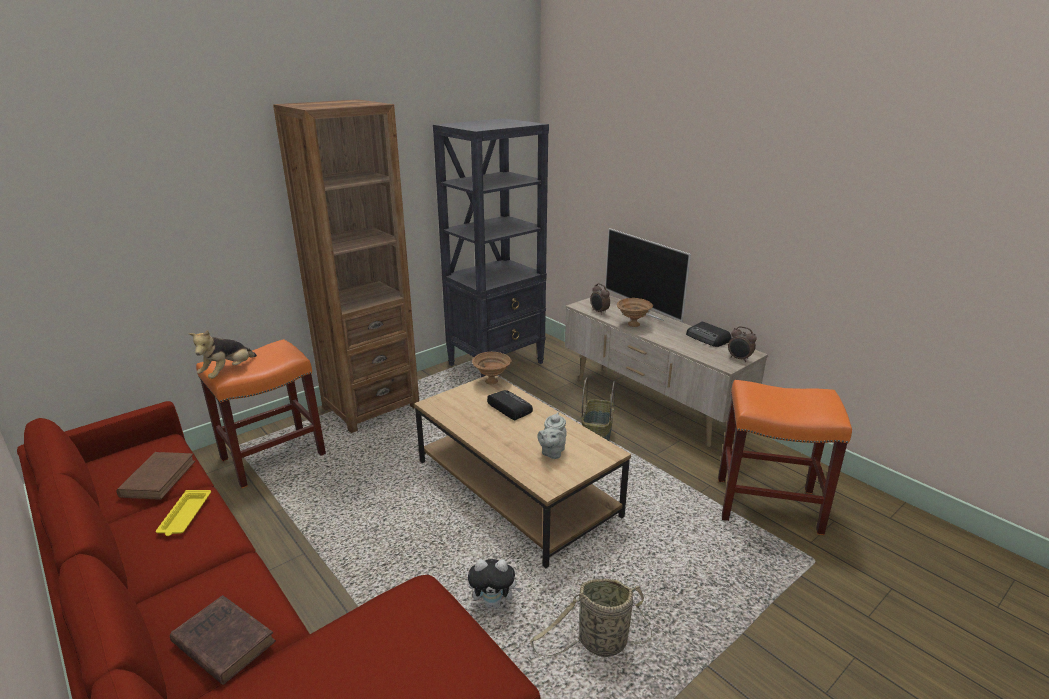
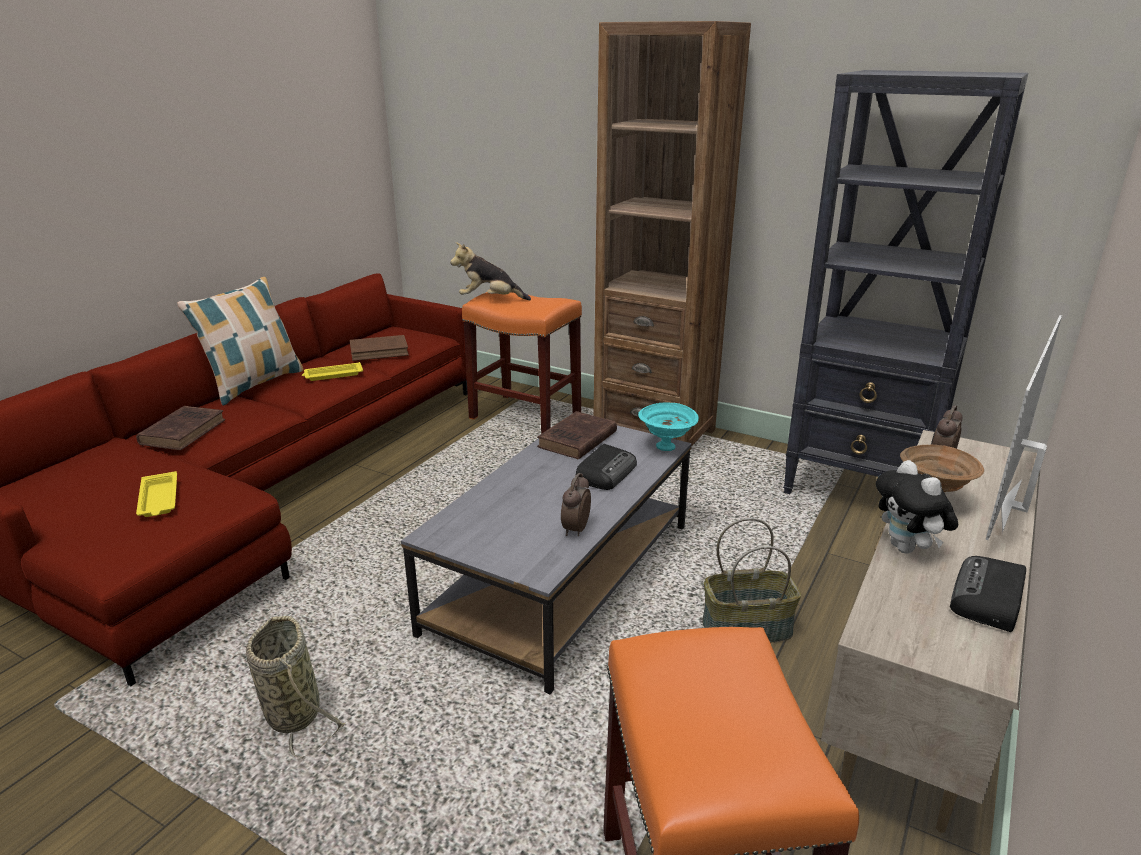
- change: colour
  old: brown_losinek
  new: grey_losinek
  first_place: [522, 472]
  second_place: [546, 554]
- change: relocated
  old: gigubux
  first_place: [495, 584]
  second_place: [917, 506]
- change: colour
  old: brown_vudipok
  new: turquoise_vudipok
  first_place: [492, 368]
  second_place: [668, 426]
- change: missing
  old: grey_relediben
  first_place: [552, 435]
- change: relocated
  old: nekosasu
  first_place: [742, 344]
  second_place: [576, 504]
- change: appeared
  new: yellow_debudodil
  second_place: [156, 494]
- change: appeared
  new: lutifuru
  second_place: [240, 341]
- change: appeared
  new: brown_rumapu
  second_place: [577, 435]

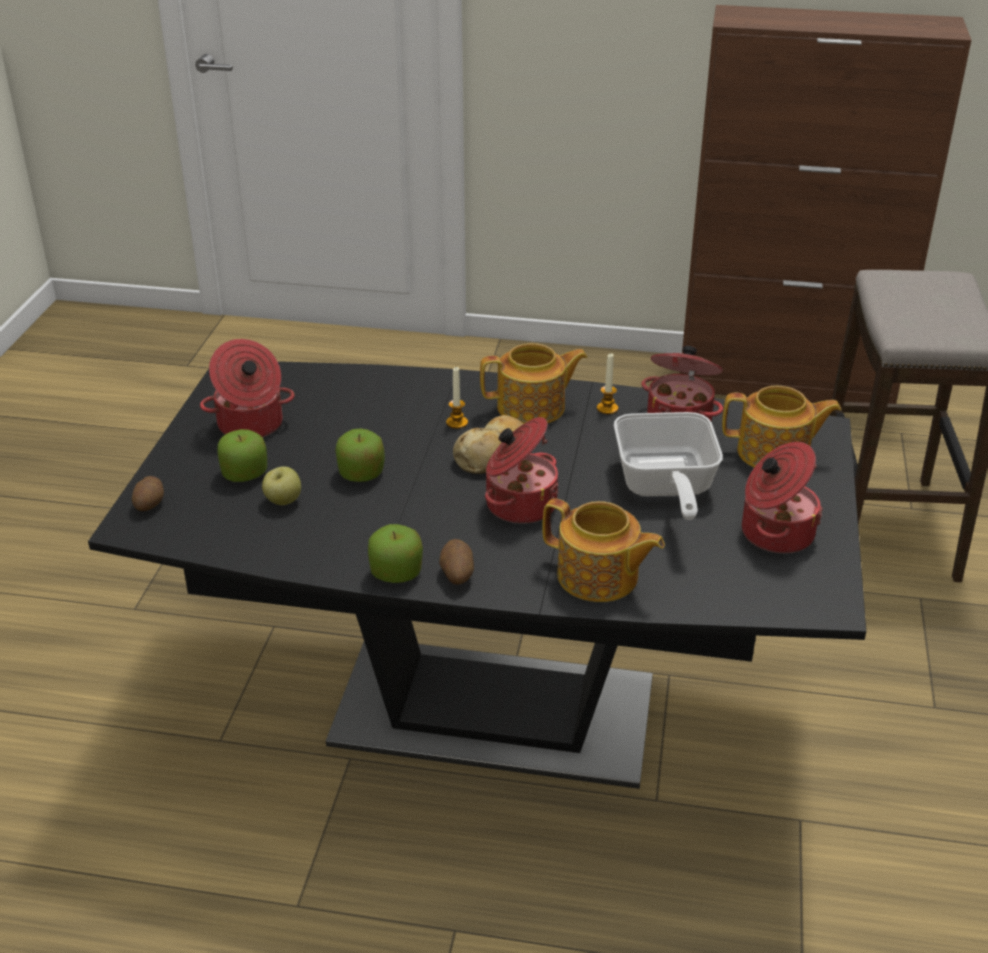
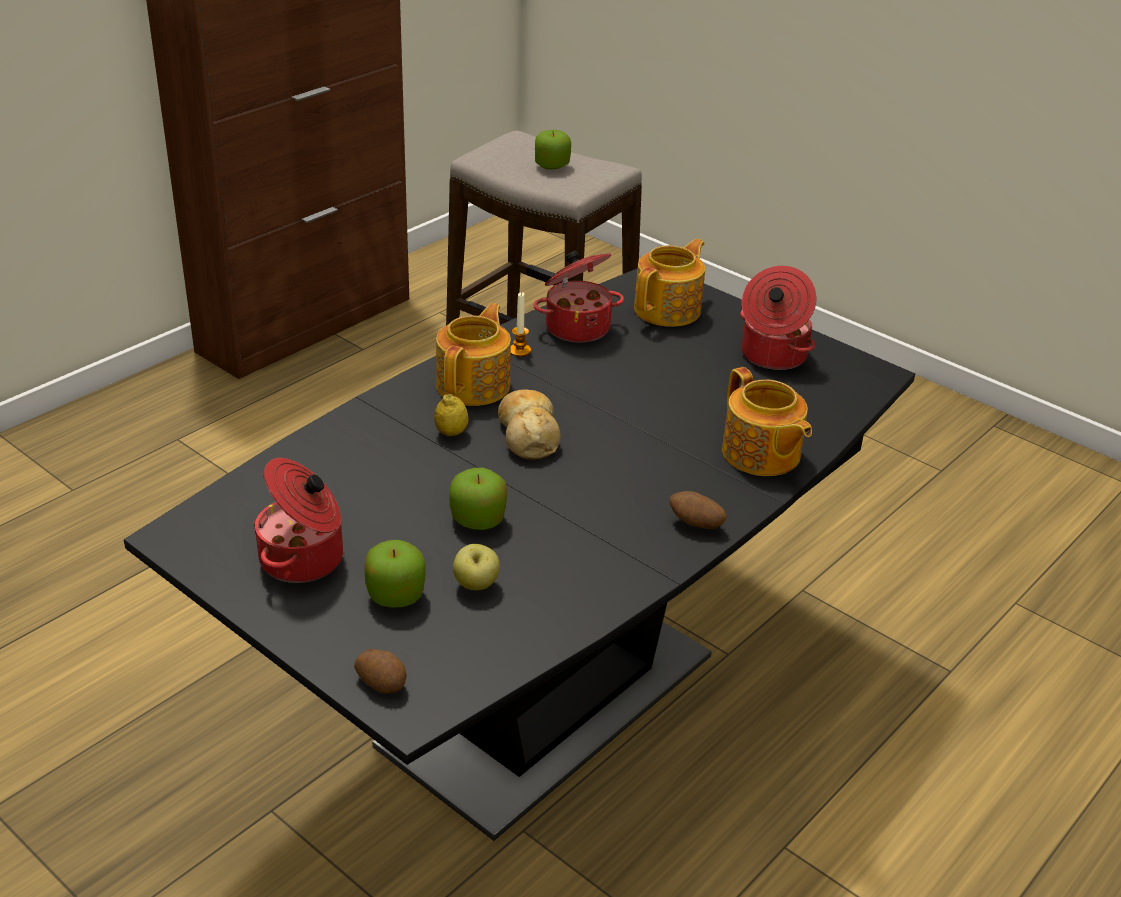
- change: relocated
  old: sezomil
  first_place: [395, 553]
  second_place: [553, 149]
- change: exchanged
  old: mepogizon
  new: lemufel
  first_place: [457, 398]
  second_place: [451, 415]
- change: missing
  old: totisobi
  first_place: [522, 470]
- change: spun
  old: relediben
  first_place: [604, 550]
  second_place: [767, 421]
  degrees: 90
- change: missing
  old: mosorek
  first_place: [668, 466]

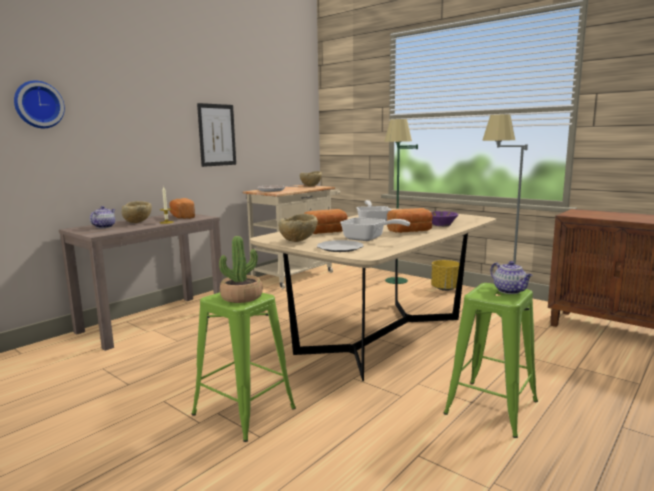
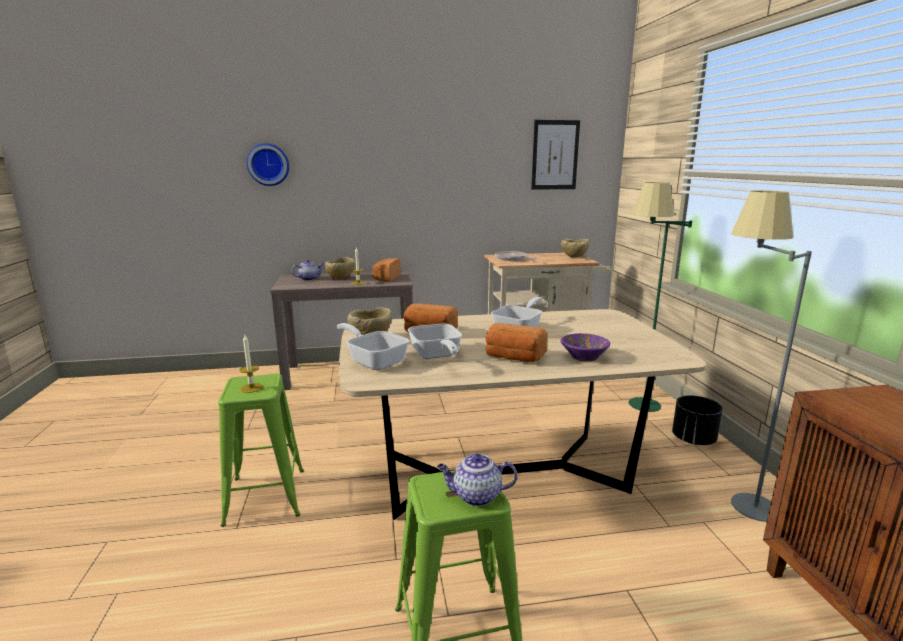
- change: relocated
  old: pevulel
  first_place: [216, 135]
  second_place: [555, 155]
- change: exchanged
  old: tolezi
  new: mepogizon
  first_place: [241, 269]
  second_place: [251, 364]
- change: exchanged
  old: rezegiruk
  new: mosorek
  first_place: [340, 246]
  second_place: [373, 346]
- change: colour
  old: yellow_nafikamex
  new: black_nafikamex
  first_place: [445, 275]
  second_place: [697, 420]
- change: spun
  old: relediben
  first_place: [512, 277]
  second_place: [477, 480]
  degrees: 75

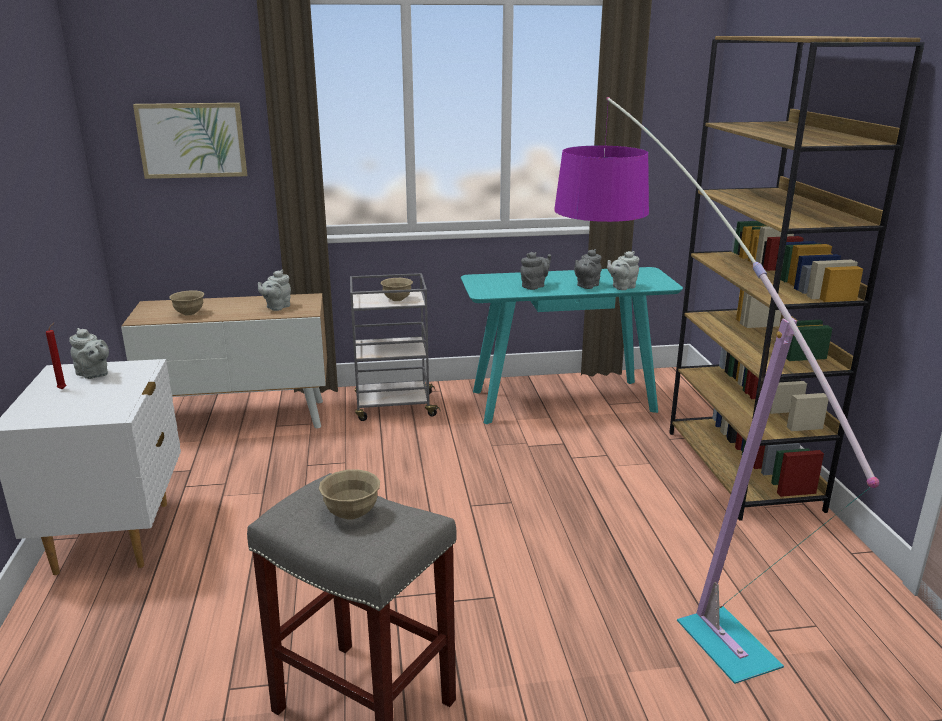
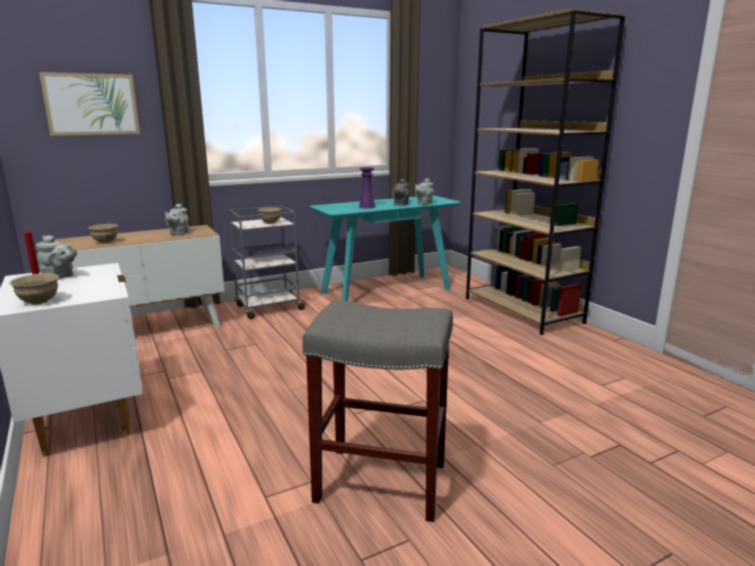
- change: relocated
  old: beige_vudipok
  first_place: [349, 495]
  second_place: [34, 289]
- change: exchanged
  old: grey_relediben
  new: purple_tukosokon
  first_place: [535, 271]
  second_place: [367, 188]
- change: missing
  old: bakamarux
  first_place: [716, 390]

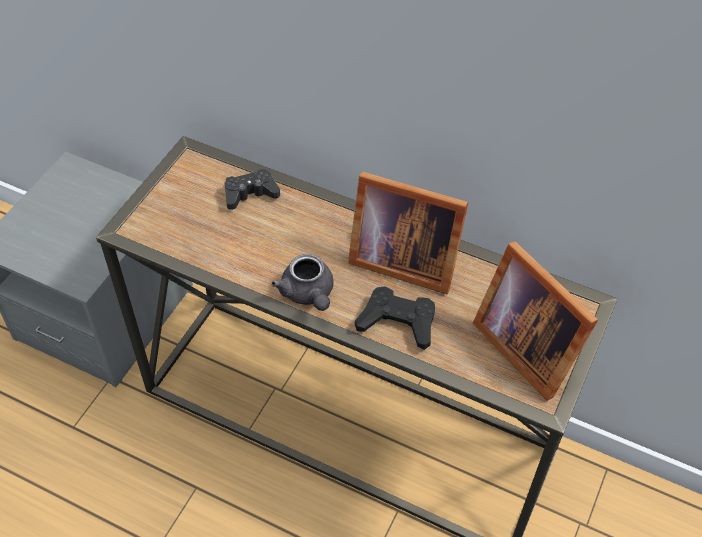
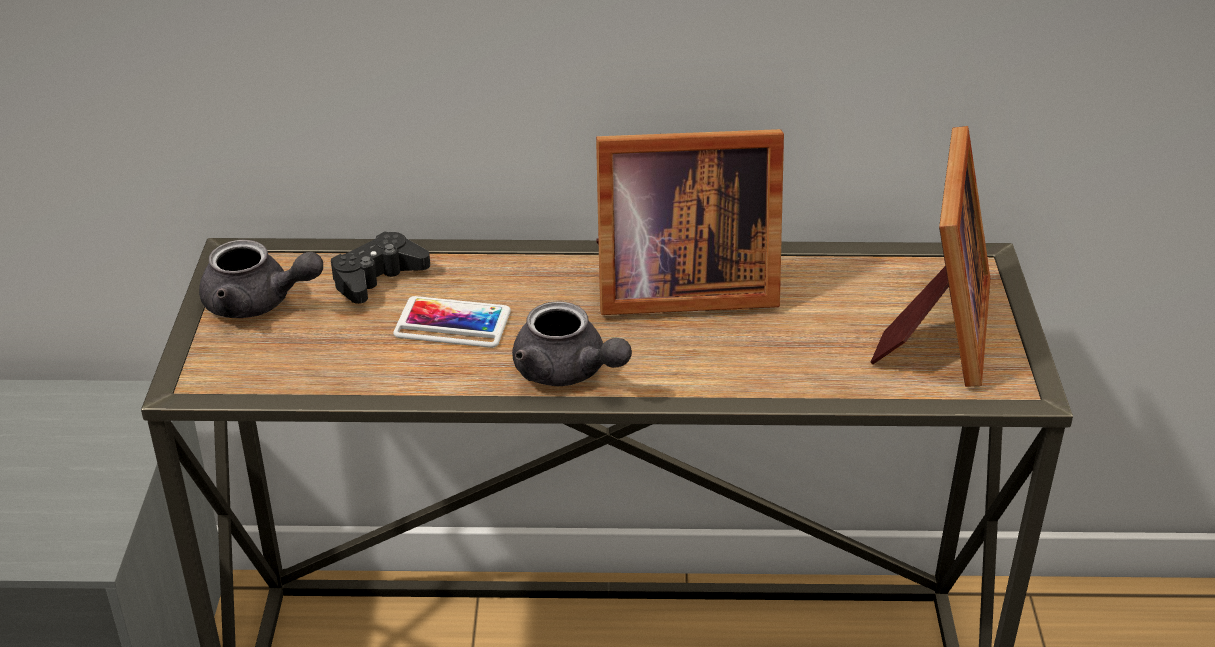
- change: missing
  old: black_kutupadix
  first_place: [395, 318]
- change: spun
  old: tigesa
  first_place: [535, 321]
  second_place: [930, 256]
  degrees: -105
- change: appeared
  new: grey_relediben
  second_place: [261, 279]
- change: appeared
  new: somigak
  second_place: [452, 322]

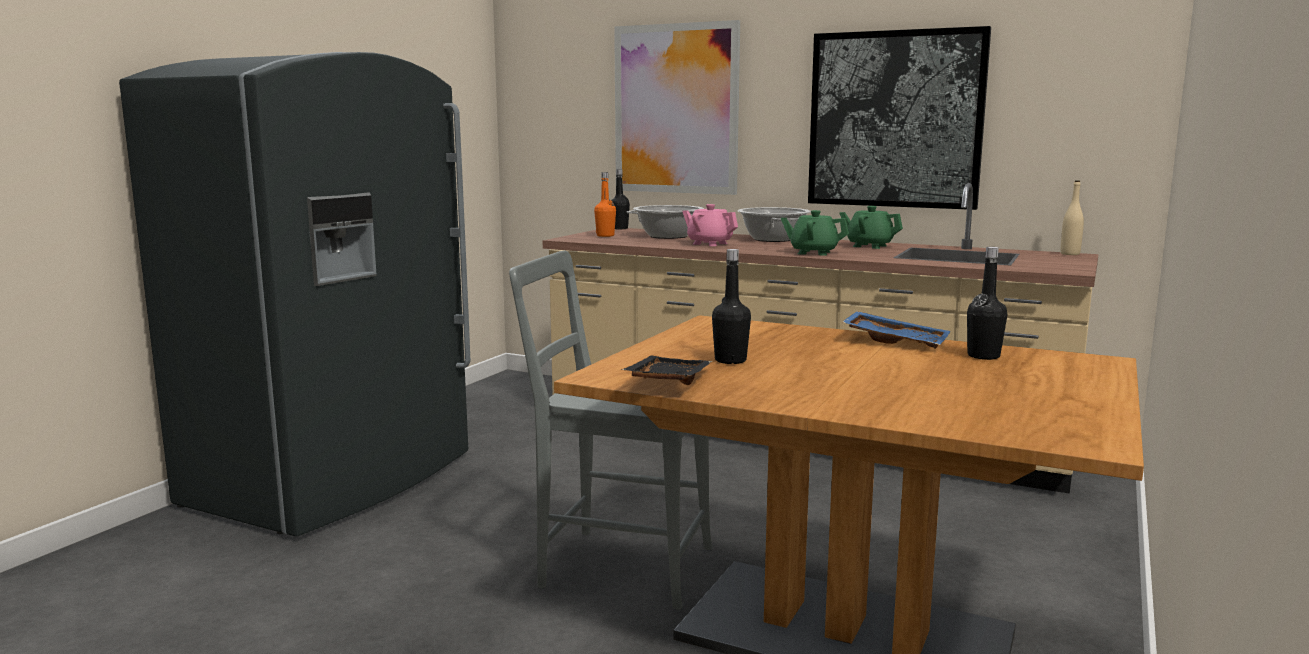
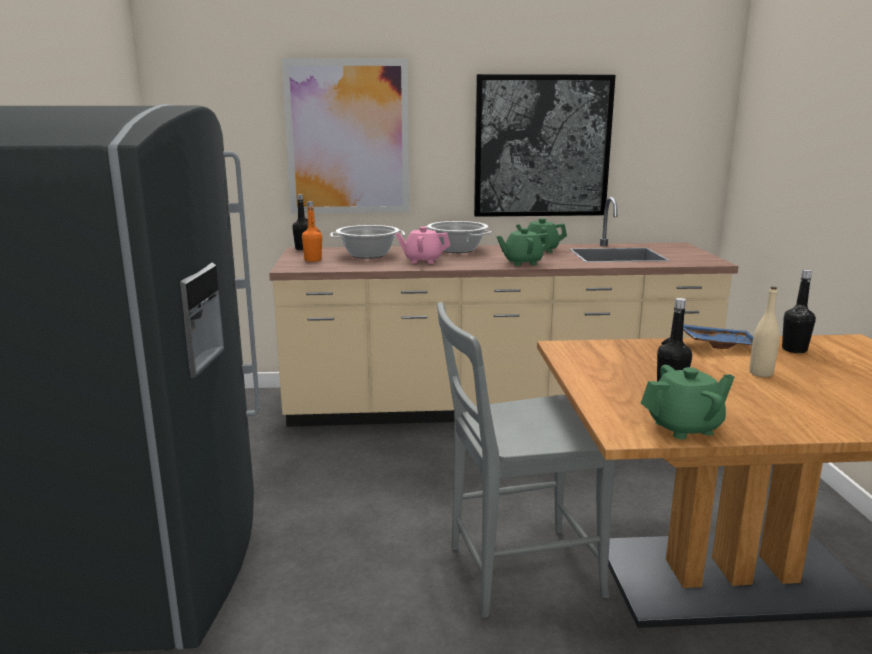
- change: exchanged
  old: black_debudodil
  new: green_relediben
  first_place: [667, 370]
  second_place: [688, 402]
- change: relocated
  old: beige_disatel
  first_place: [1072, 217]
  second_place: [765, 332]

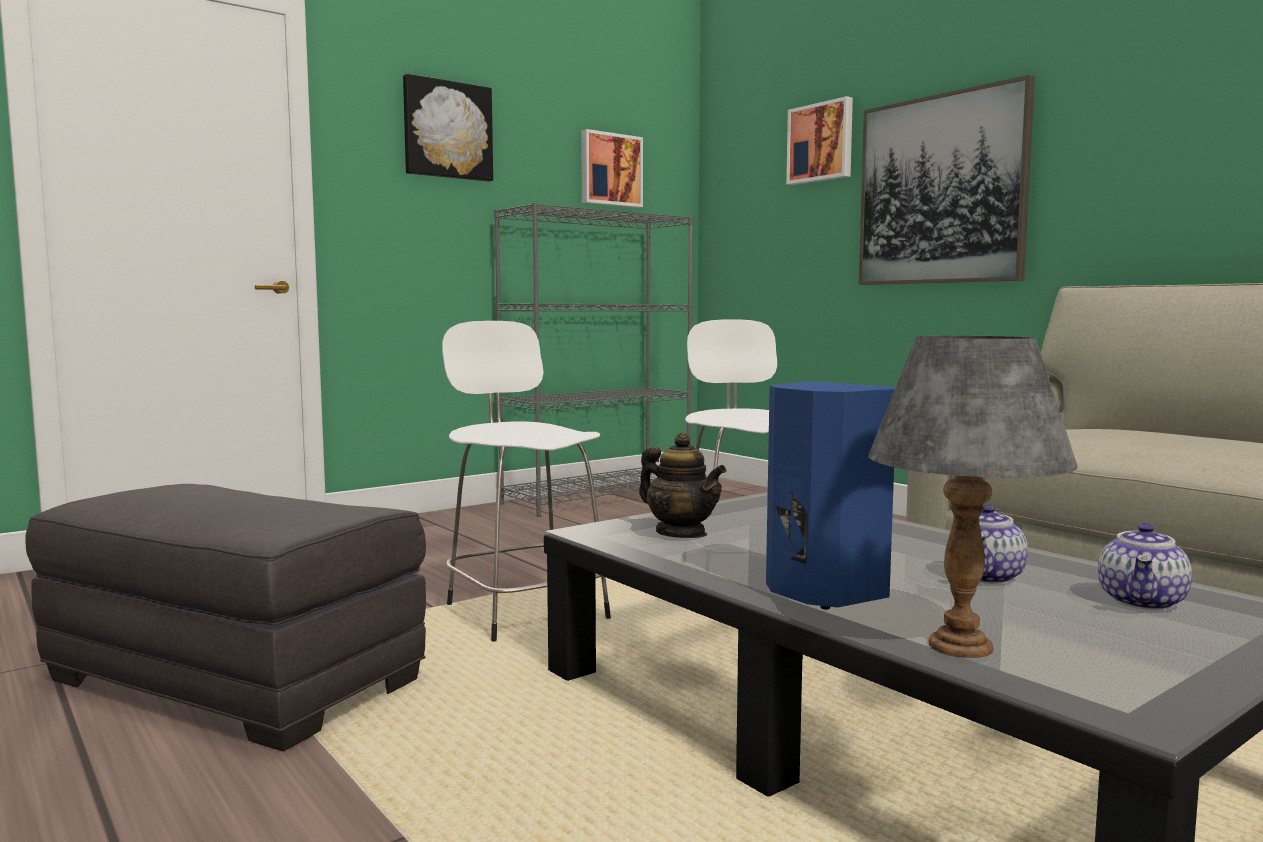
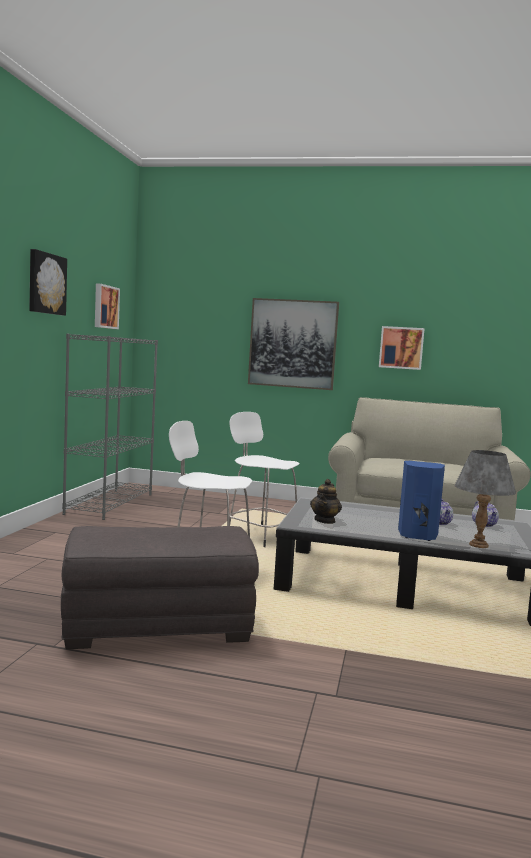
- change: spun
  old: relediben
  first_place: [682, 485]
  second_place: [326, 501]
  degrees: 105
- change: relocated
  old: pevulel
  first_place: [819, 140]
  second_place: [402, 348]

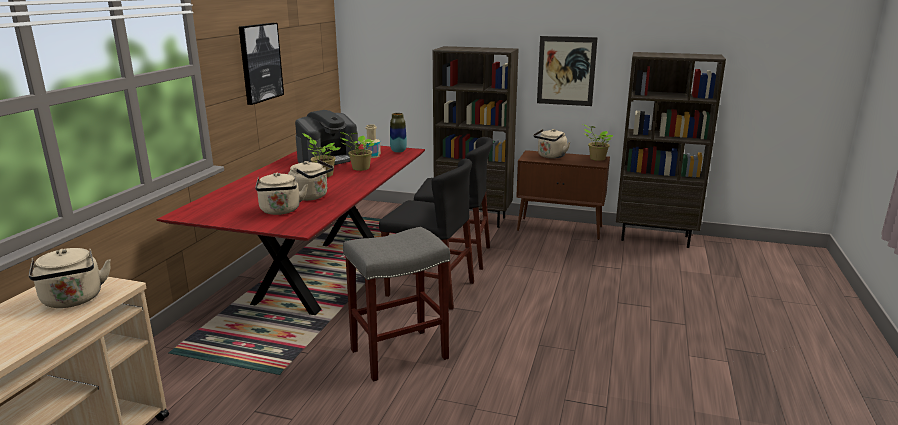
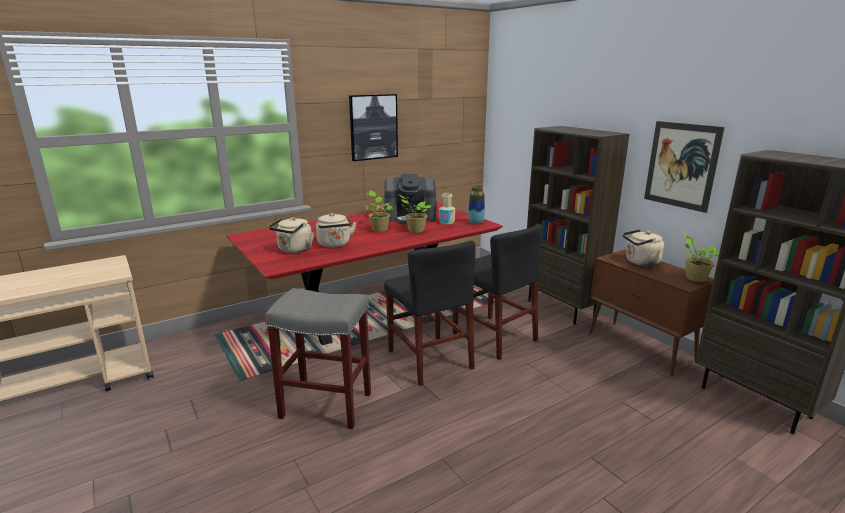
- change: missing
  old: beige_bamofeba
  first_place: [70, 278]

